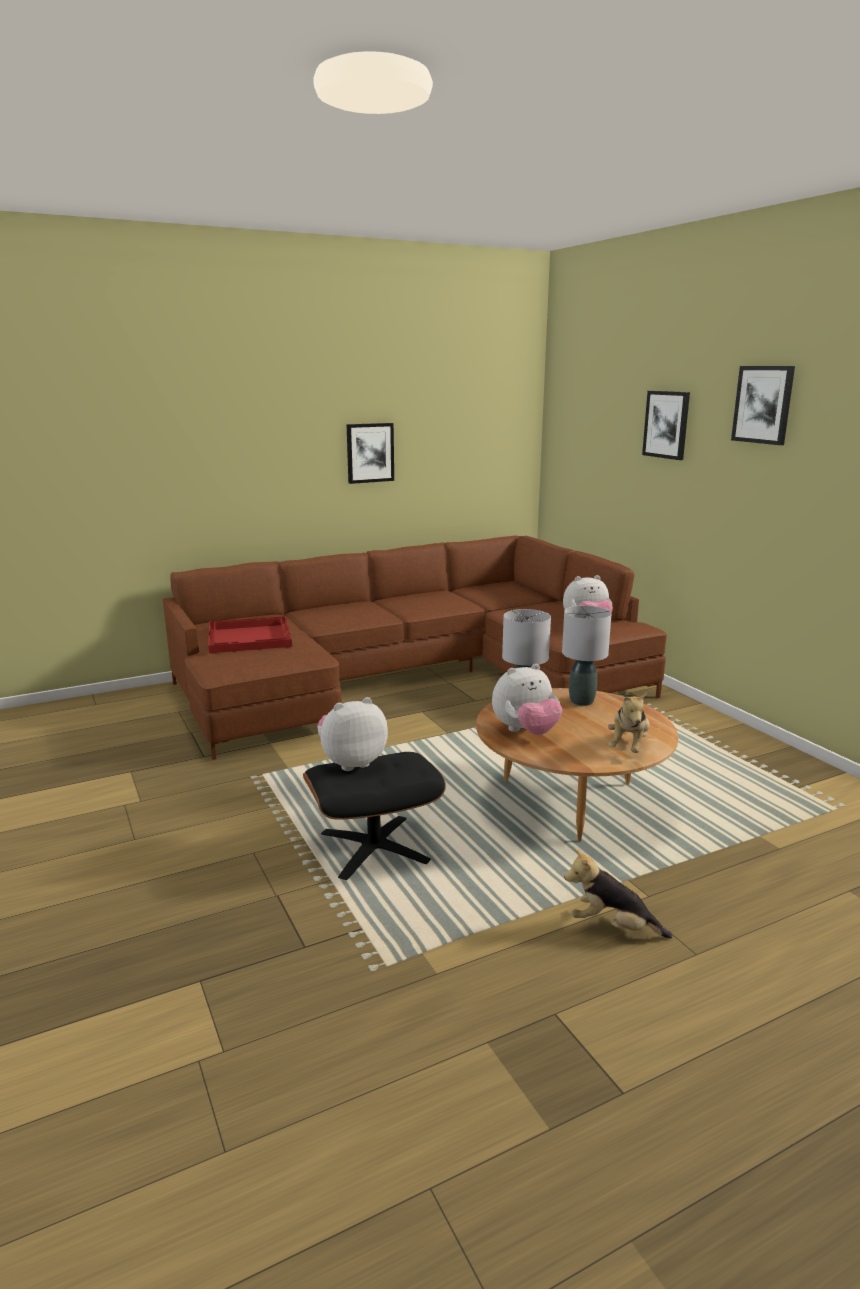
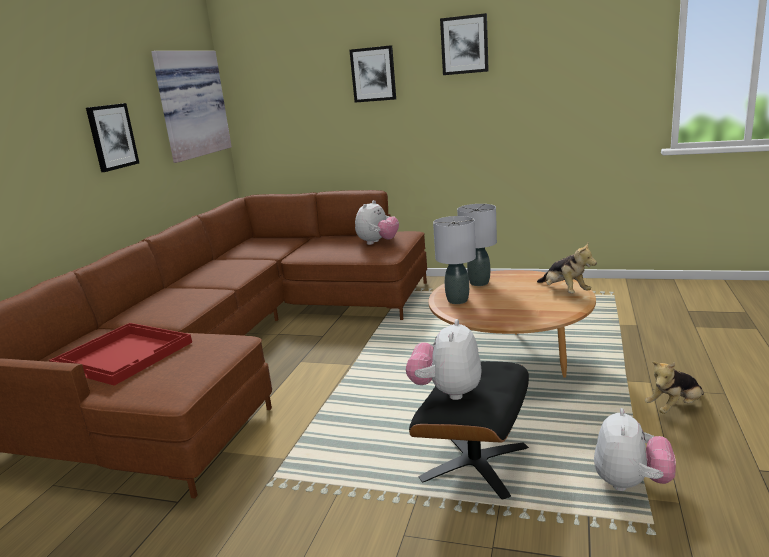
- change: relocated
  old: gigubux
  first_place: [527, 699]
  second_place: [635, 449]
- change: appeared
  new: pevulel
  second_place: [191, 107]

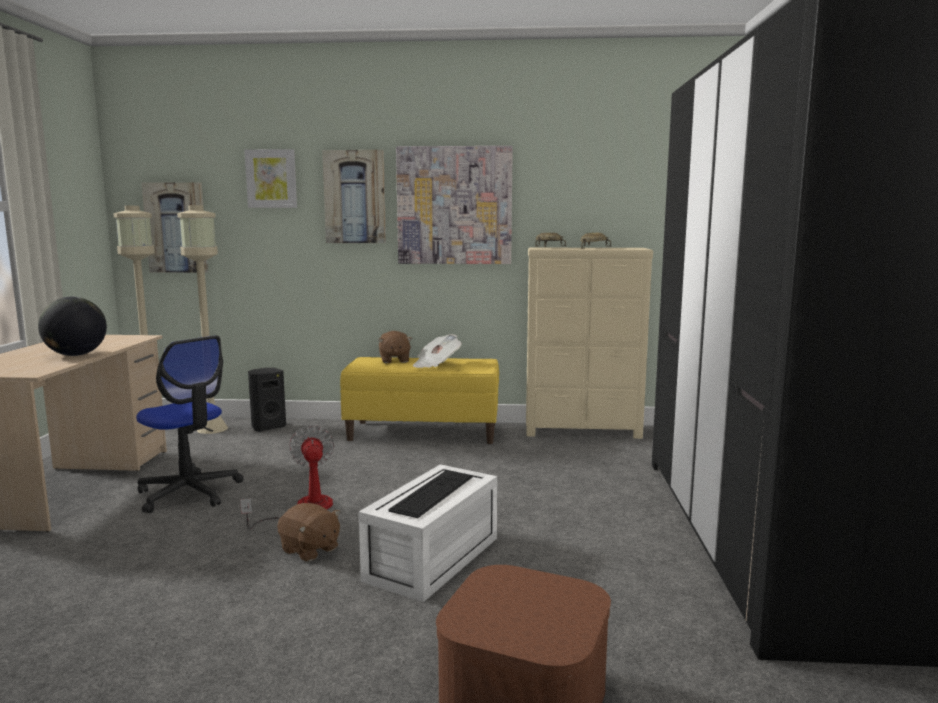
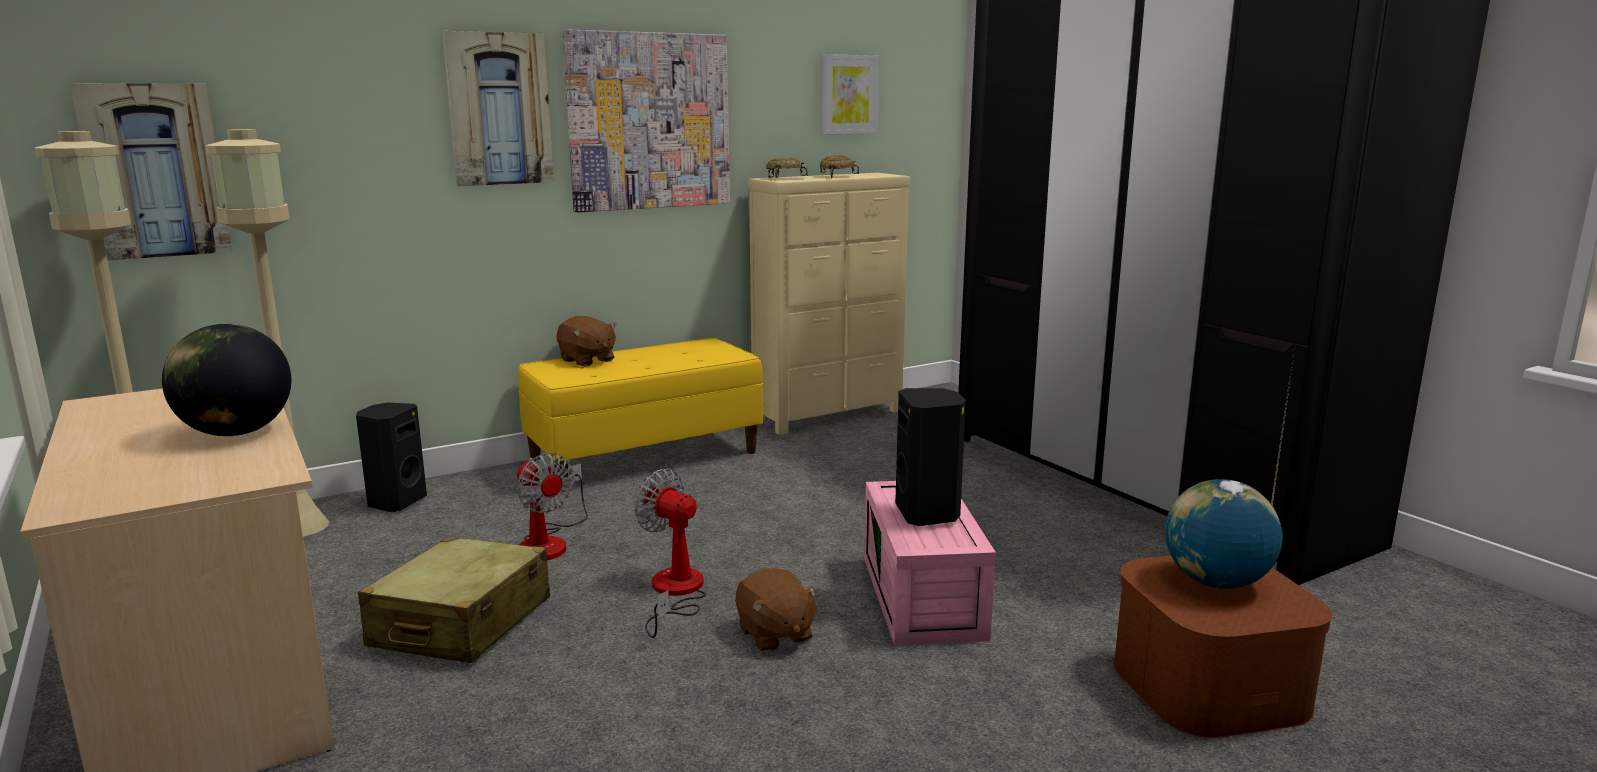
- change: exchanged
  old: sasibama
  new: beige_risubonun
  first_place: [190, 424]
  second_place: [454, 600]
- change: relocated
  old: pevulel
  first_place: [270, 178]
  second_place: [849, 94]
- change: spun
  old: brown_gigubux
  first_place: [309, 532]
  second_place: [777, 610]
  degrees: 60
- change: colour
  old: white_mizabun
  new: pink_mizabun
  first_place: [428, 533]
  second_place: [930, 563]
- change: exchanged
  old: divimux
  new: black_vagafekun
  first_place: [430, 494]
  second_place: [930, 457]
- change: missing
  old: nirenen
  first_place: [437, 351]
- change: appeared
  new: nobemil
  second_place: [552, 506]
- change: appeared
  new: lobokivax
  second_place: [1224, 534]

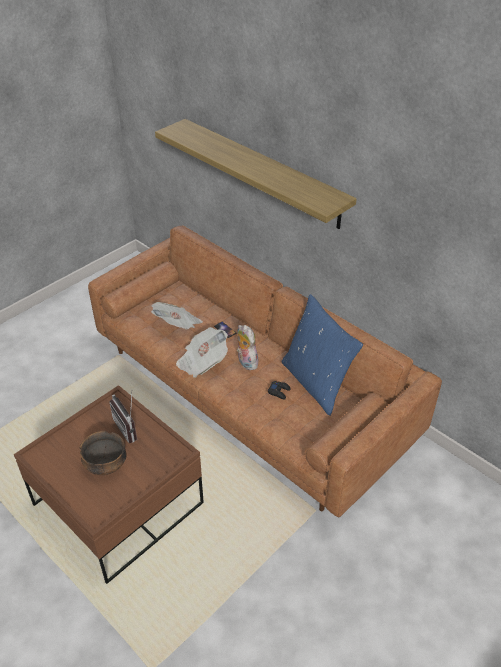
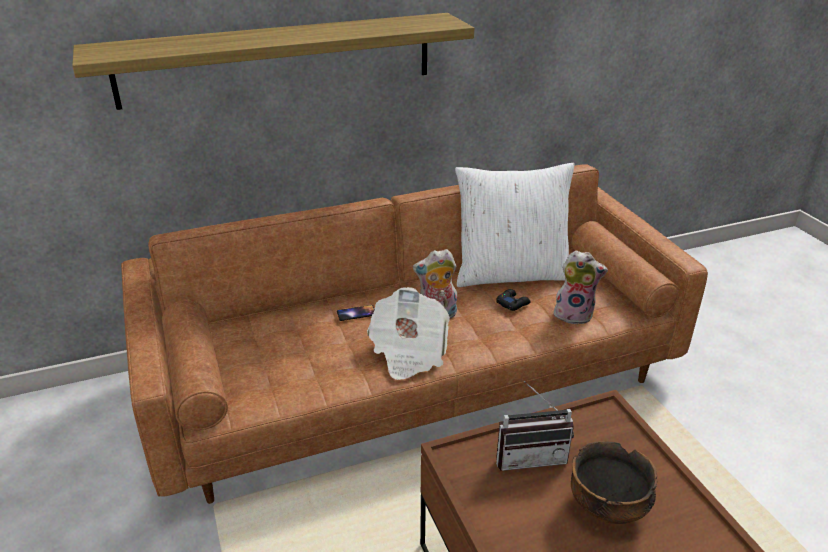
- change: missing
  old: nirenen
  first_place: [177, 315]
- change: colour
  old: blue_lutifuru
  new: white_lutifuru
  first_place: [322, 355]
  second_place: [514, 225]
- change: appeared
  new: gigubux
  second_place: [581, 287]

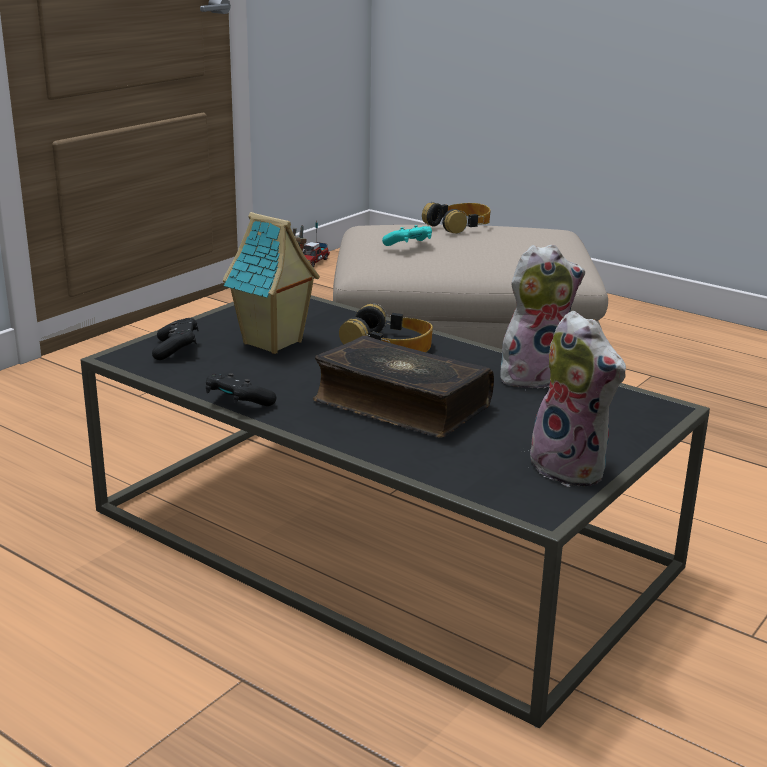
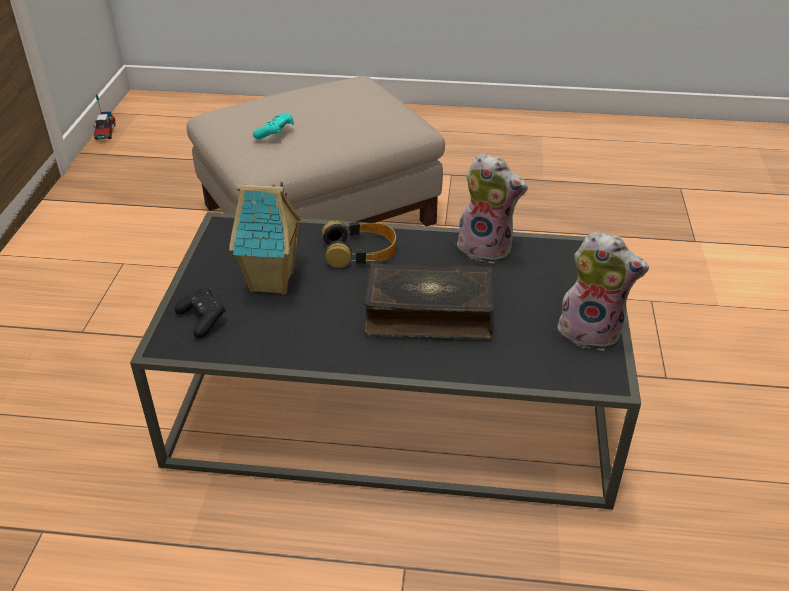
- change: missing
  old: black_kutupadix
  first_place: [241, 389]
- change: missing
  old: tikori
  first_place: [456, 218]
- change: spun
  old: gigubux
  first_place: [542, 316]
  second_place: [492, 208]
  degrees: 75

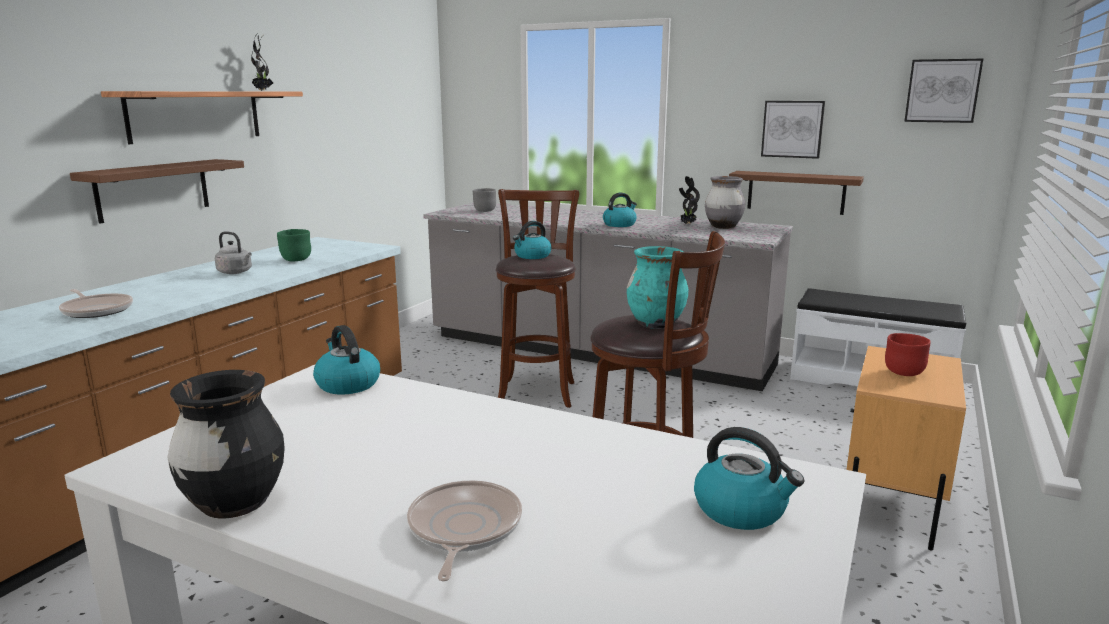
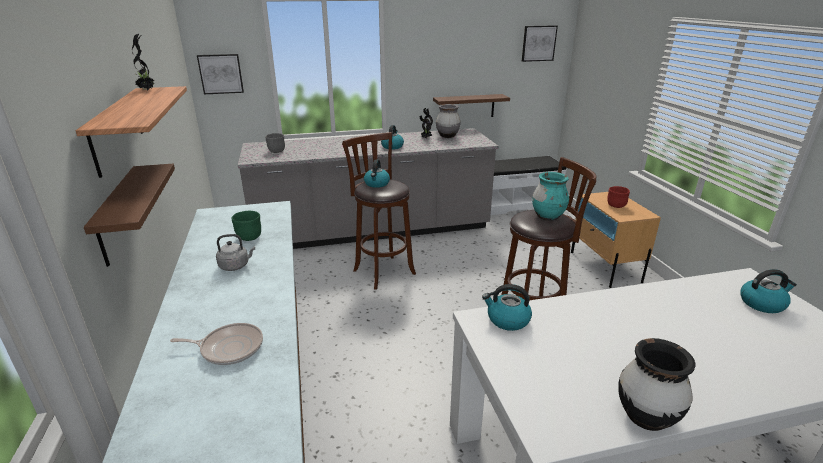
- change: missing
  old: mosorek
  first_place: [464, 531]
- change: relocated
  old: pevulel
  first_place: [793, 130]
  second_place: [220, 74]

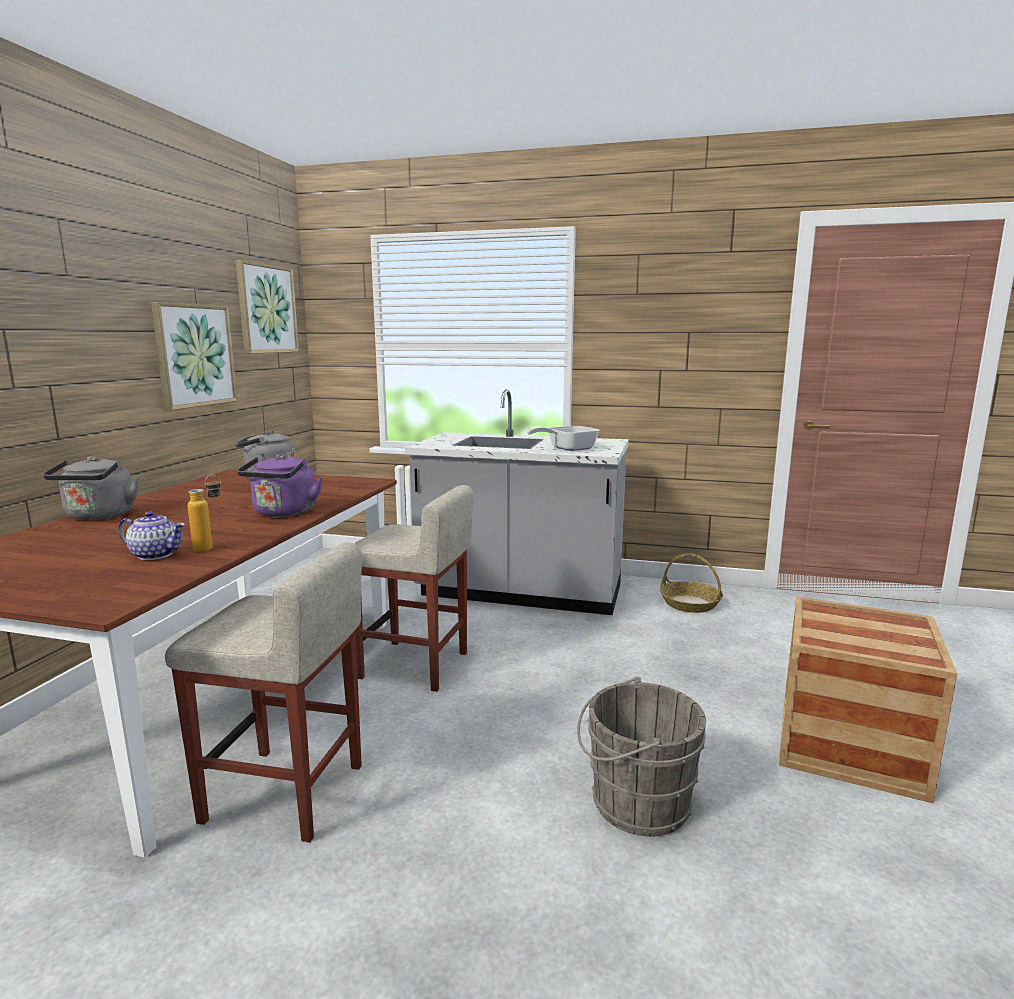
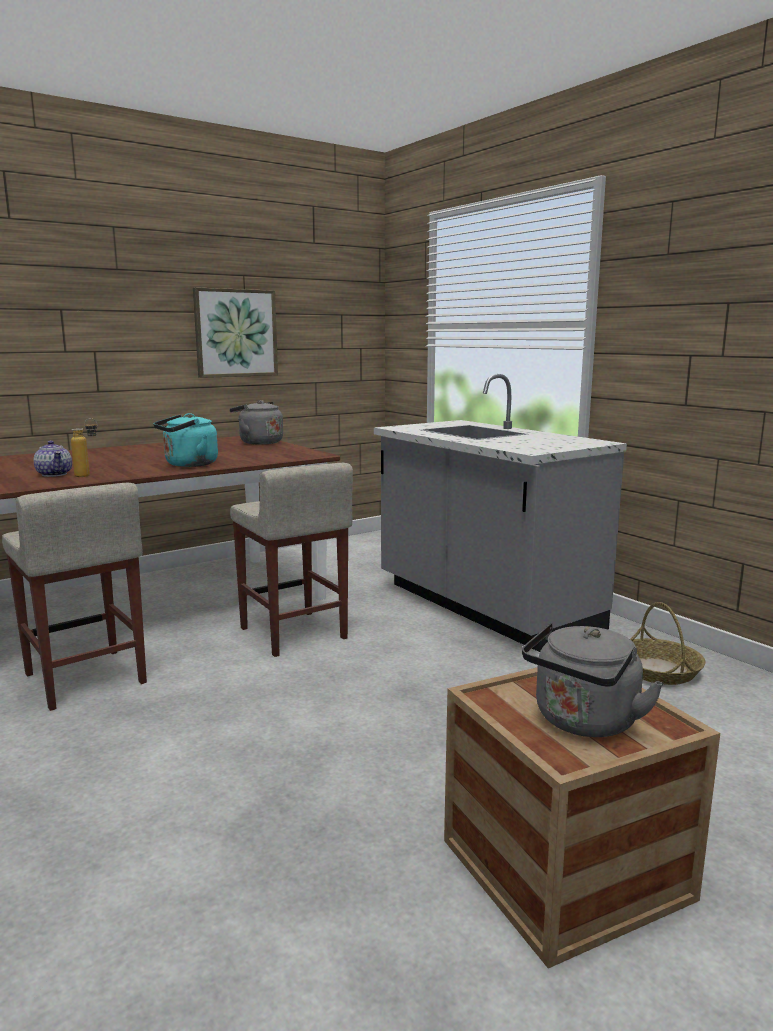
- change: relocated
  old: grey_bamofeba
  first_place: [91, 488]
  second_place: [593, 680]
- change: missing
  old: pevulel
  first_place: [267, 307]
- change: colour
  old: purple_bamofeba
  new: turquoise_bamofeba
  first_place: [280, 485]
  second_place: [185, 440]
- change: missing
  old: mosorek
  first_place: [563, 438]
- change: missing
  old: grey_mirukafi
  first_place: [641, 757]

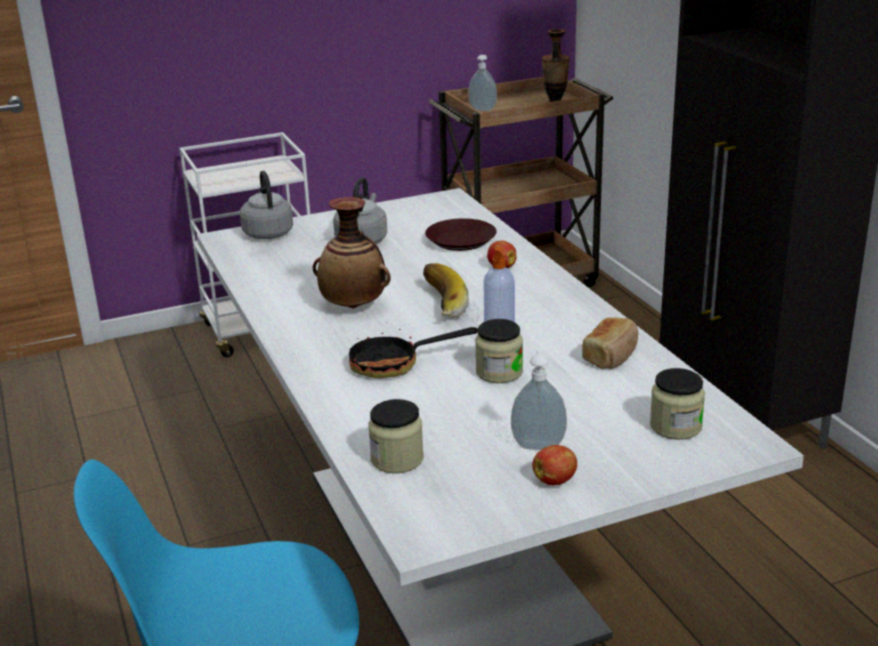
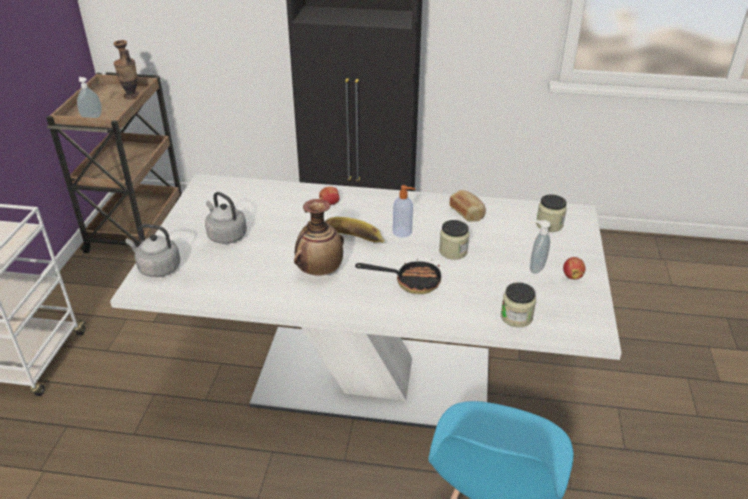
- change: spun
  old: mosorek
  first_place: [413, 350]
  second_place: [398, 276]
  degrees: -105
- change: missing
  old: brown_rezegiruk
  first_place: [461, 234]

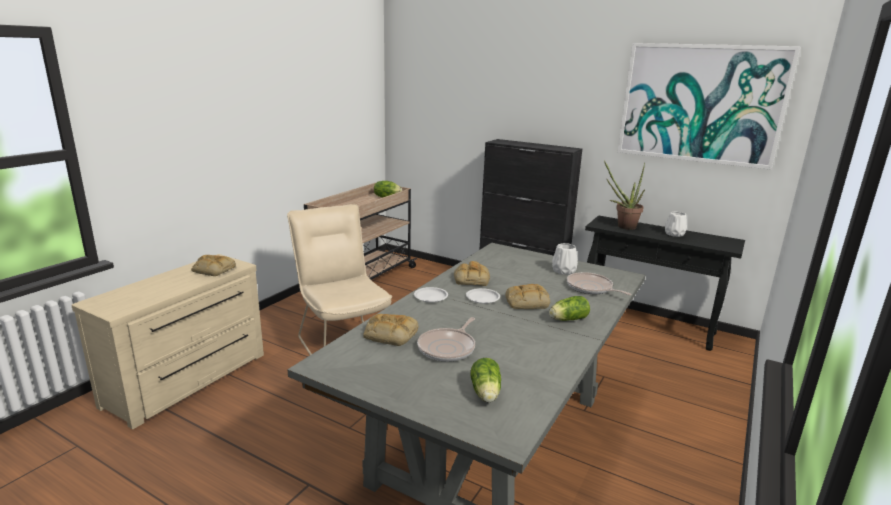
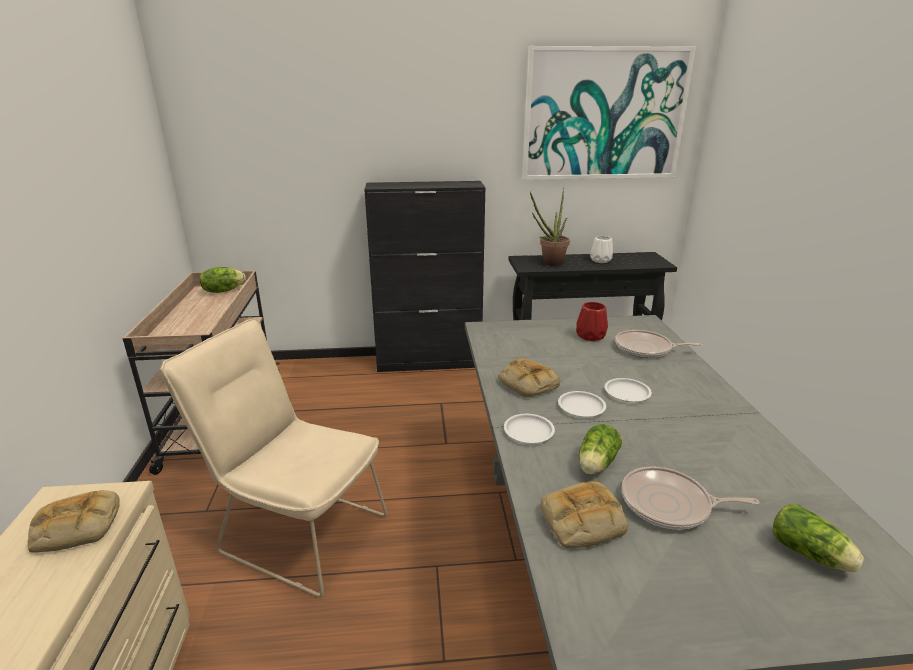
- change: spun
  old: mosorek
  first_place: [446, 339]
  second_place: [690, 498]
  degrees: 105
- change: exchanged
  old: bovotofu
  new: white_rezegiruk
  first_place: [528, 296]
  second_place: [628, 390]
- change: relocated
  old: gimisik
  first_place: [569, 308]
  second_place: [600, 449]
- change: colour
  old: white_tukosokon
  new: red_tukosokon
  first_place: [565, 259]
  second_place: [592, 321]

